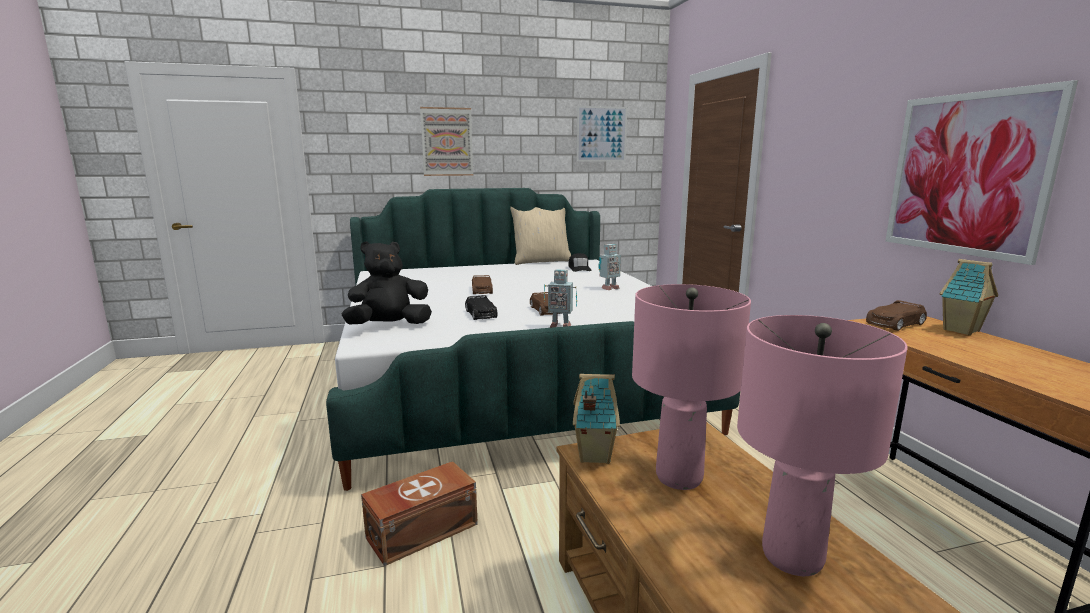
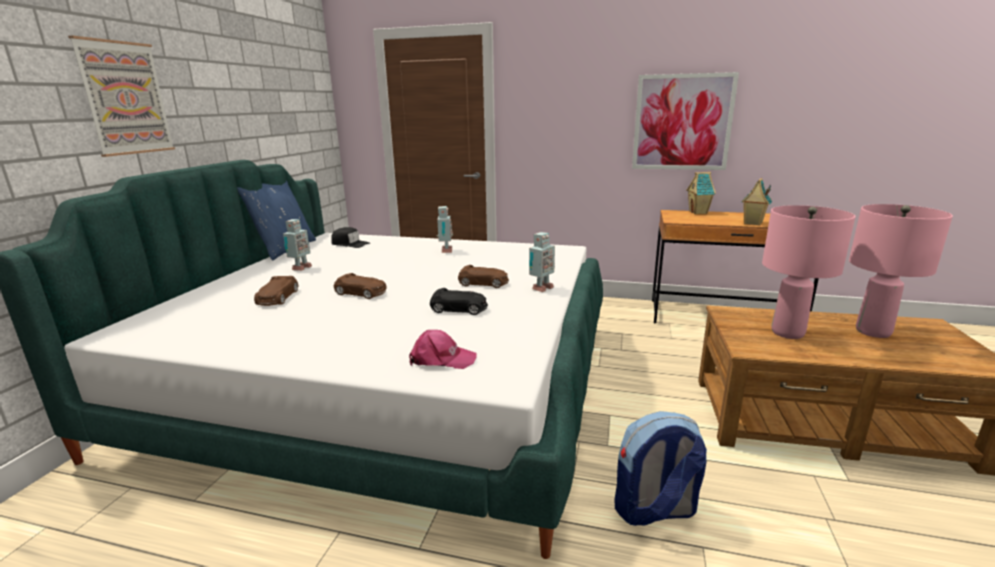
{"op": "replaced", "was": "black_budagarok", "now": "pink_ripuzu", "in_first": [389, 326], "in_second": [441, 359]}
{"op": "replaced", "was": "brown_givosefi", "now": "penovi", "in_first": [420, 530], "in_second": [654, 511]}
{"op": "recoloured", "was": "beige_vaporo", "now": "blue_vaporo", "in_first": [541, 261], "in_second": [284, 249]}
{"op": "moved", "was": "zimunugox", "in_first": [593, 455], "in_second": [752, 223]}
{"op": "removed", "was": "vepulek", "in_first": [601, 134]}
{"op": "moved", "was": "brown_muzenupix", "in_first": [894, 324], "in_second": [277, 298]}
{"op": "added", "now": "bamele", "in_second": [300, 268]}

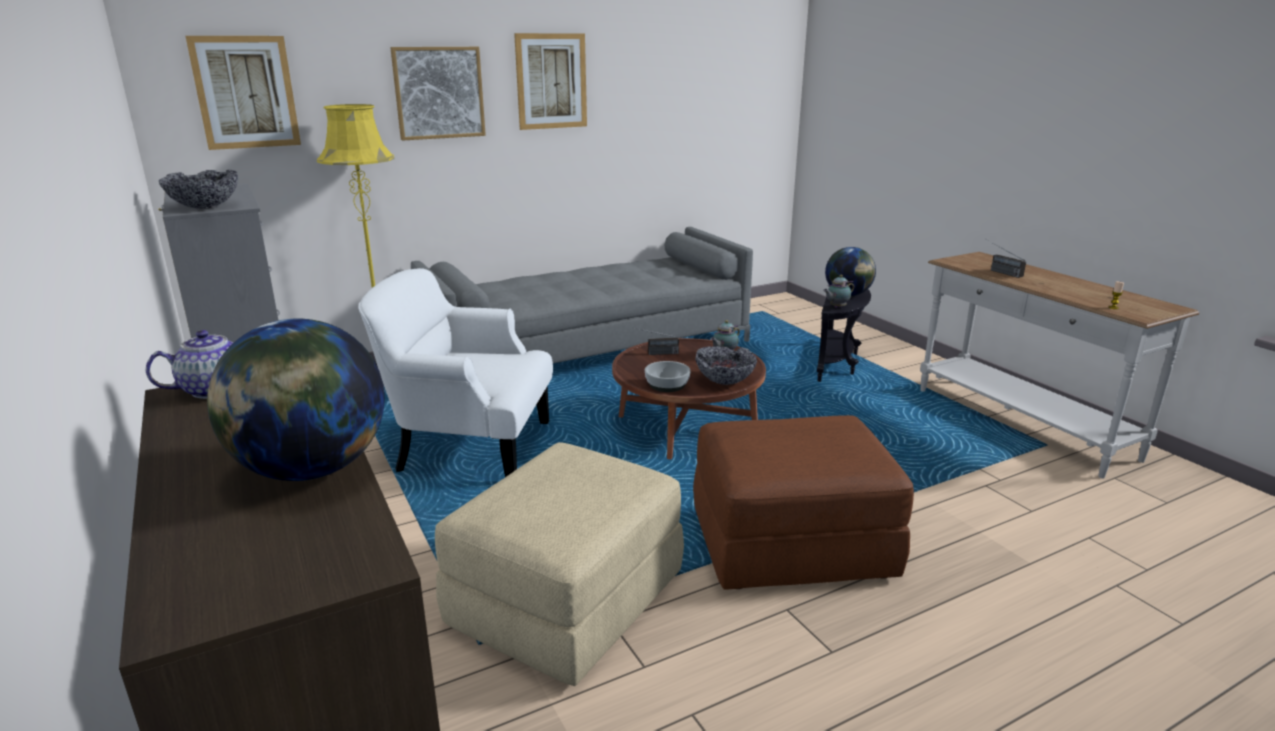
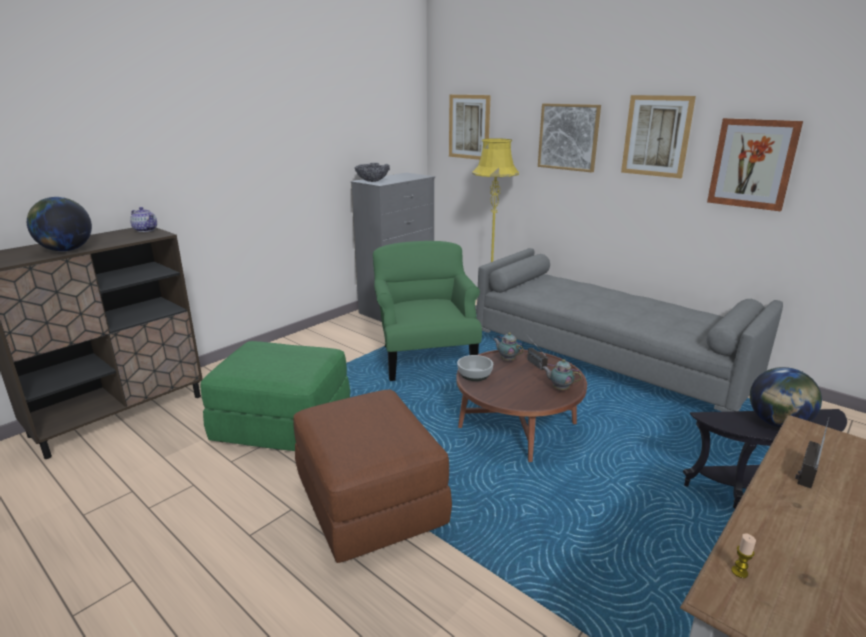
{"op": "recoloured", "was": "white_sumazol", "now": "green_sumazol", "in_first": [469, 447], "in_second": [425, 357]}
{"op": "recoloured", "was": "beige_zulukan", "now": "green_zulukan", "in_first": [567, 602], "in_second": [282, 425]}
{"op": "removed", "was": "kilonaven", "in_first": [725, 381]}
{"op": "moved", "was": "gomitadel", "in_first": [836, 307], "in_second": [507, 359]}
{"op": "added", "now": "vepulek", "in_second": [752, 164]}

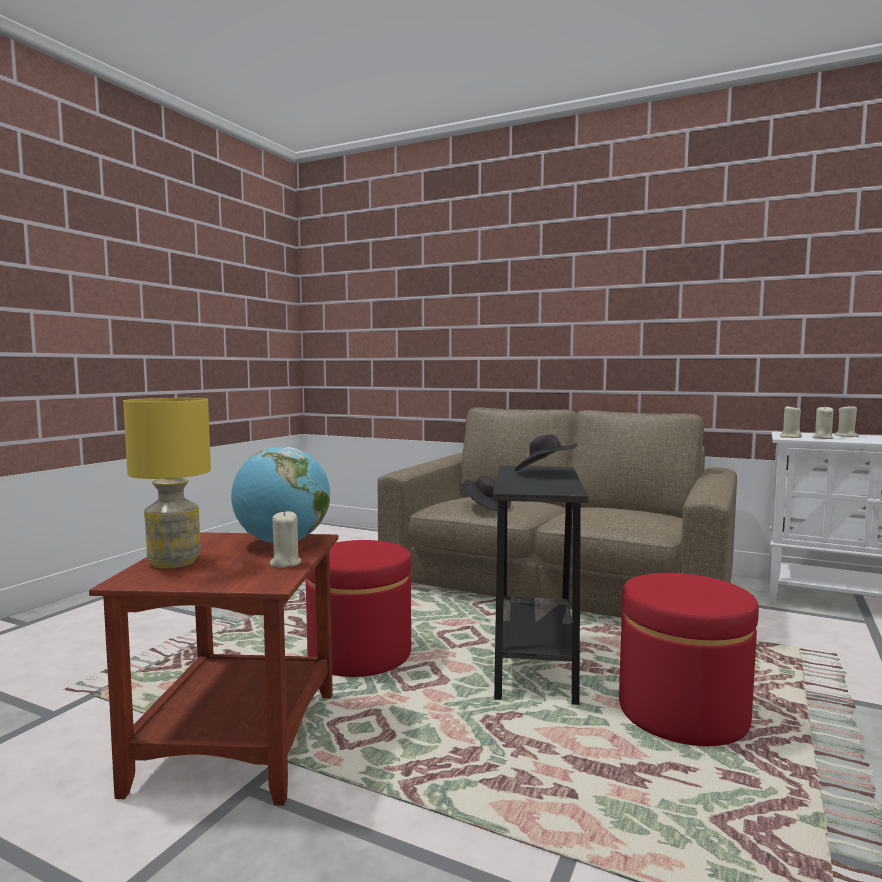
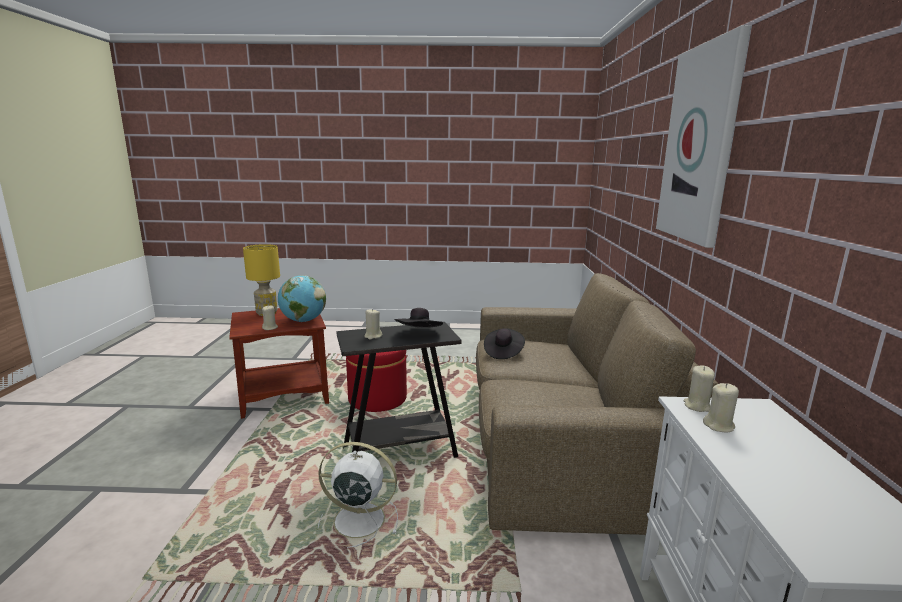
{"op": "replaced", "was": "red_zulukan", "now": "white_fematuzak", "in_first": [682, 713], "in_second": [357, 520]}
{"op": "moved", "was": "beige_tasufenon", "in_first": [846, 436], "in_second": [373, 336]}
{"op": "added", "now": "vepulek", "in_second": [700, 144]}

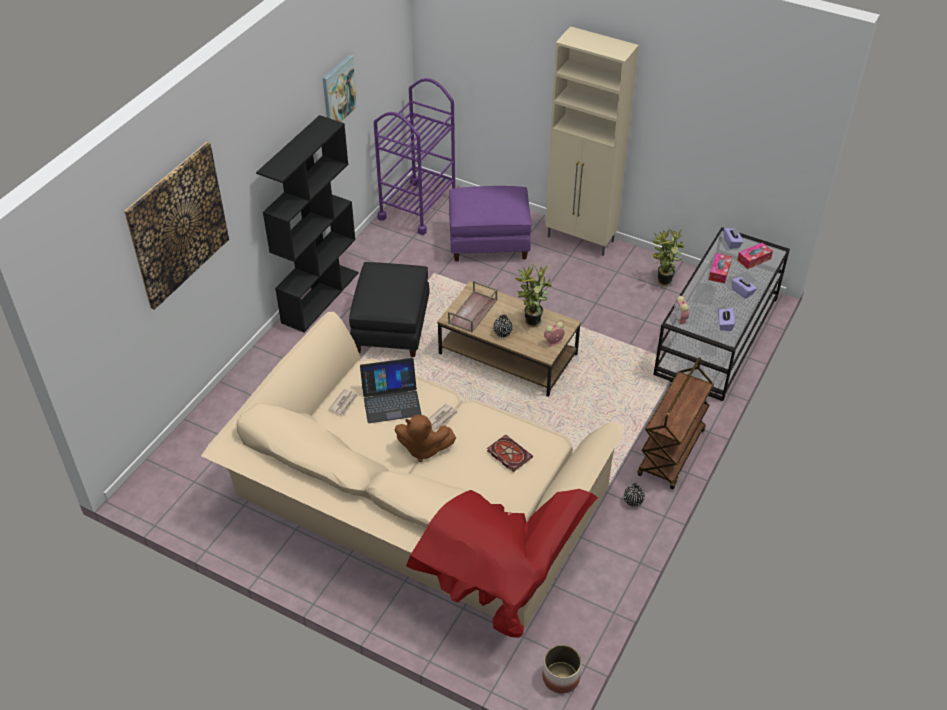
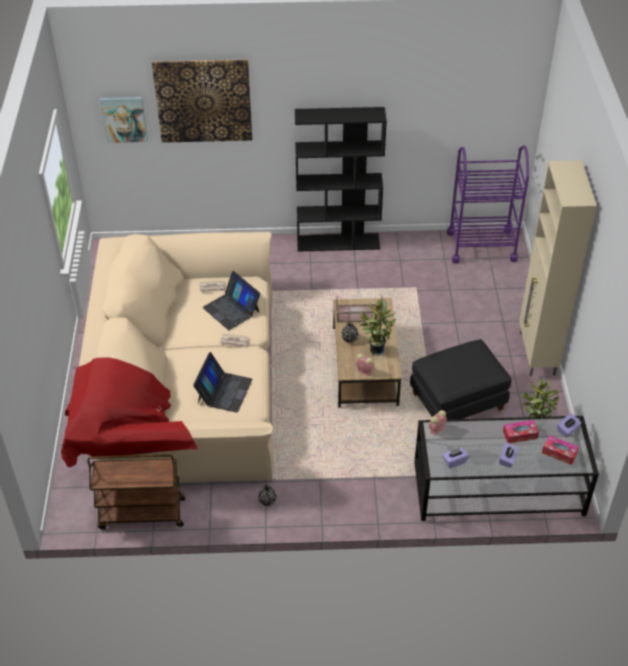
{"op": "moved", "was": "vepulek", "in_first": [338, 92], "in_second": [124, 119]}
{"op": "moved", "was": "black_zulukan", "in_first": [392, 328], "in_second": [457, 402]}
{"op": "removed", "was": "brown_budagarok", "in_first": [423, 449]}
{"op": "removed", "was": "purple_zulukan", "in_first": [489, 241]}
{"op": "replaced", "was": "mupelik", "now": "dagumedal", "in_first": [508, 454], "in_second": [224, 391]}
{"op": "removed", "was": "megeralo", "in_first": [560, 677]}
{"op": "moved", "was": "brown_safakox", "in_first": [671, 453], "in_second": [141, 514]}

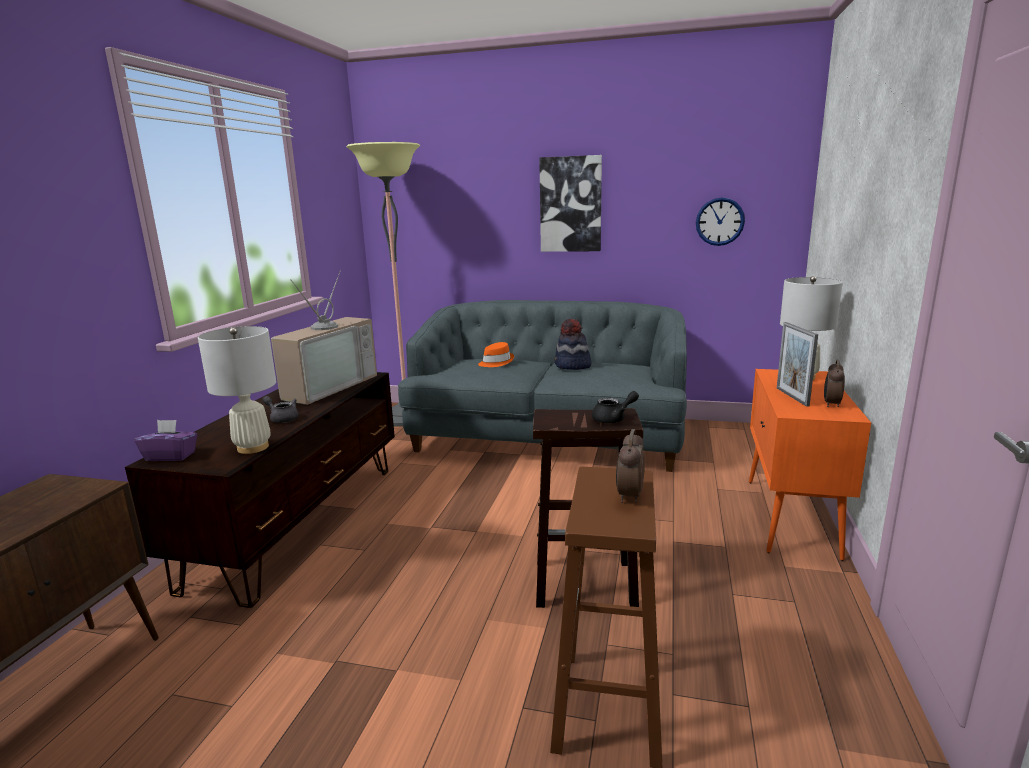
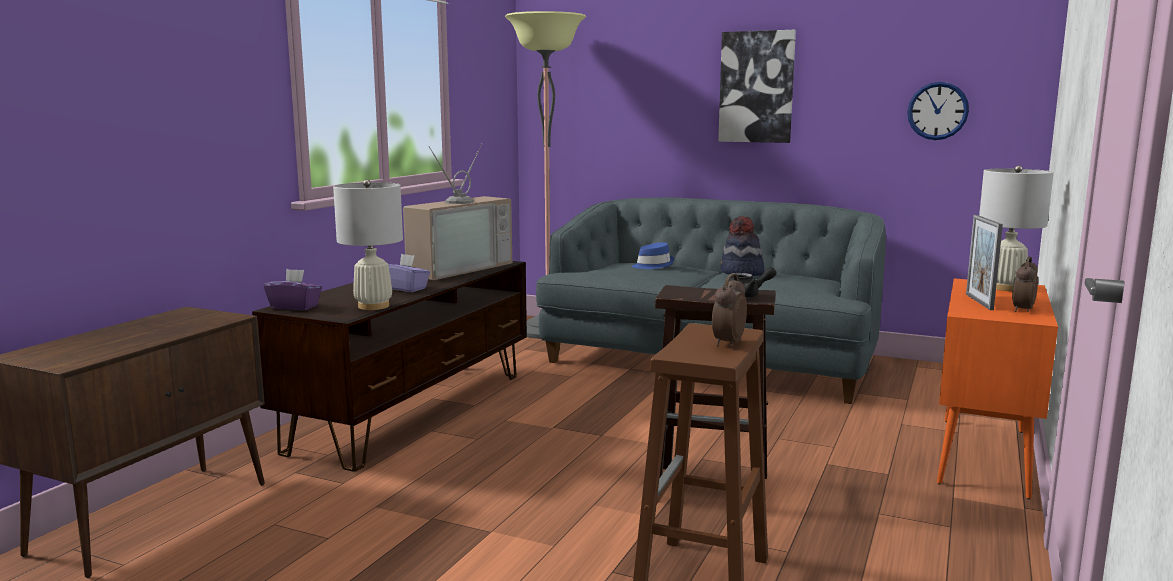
{"op": "replaced", "was": "grey_gomitadel", "now": "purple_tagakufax", "in_first": [282, 418], "in_second": [406, 288]}
{"op": "recoloured", "was": "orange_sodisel", "now": "blue_sodisel", "in_first": [496, 362], "in_second": [652, 265]}

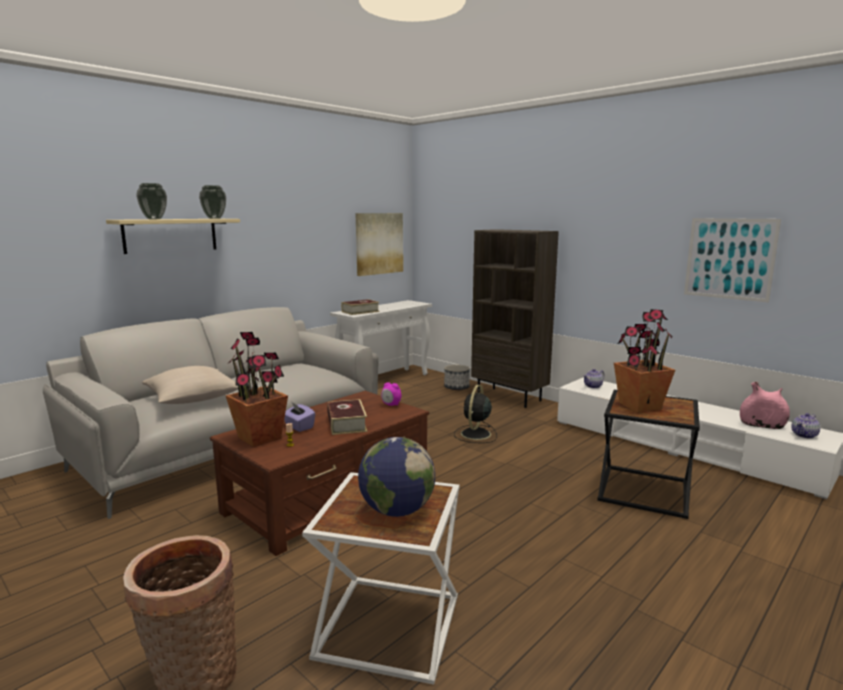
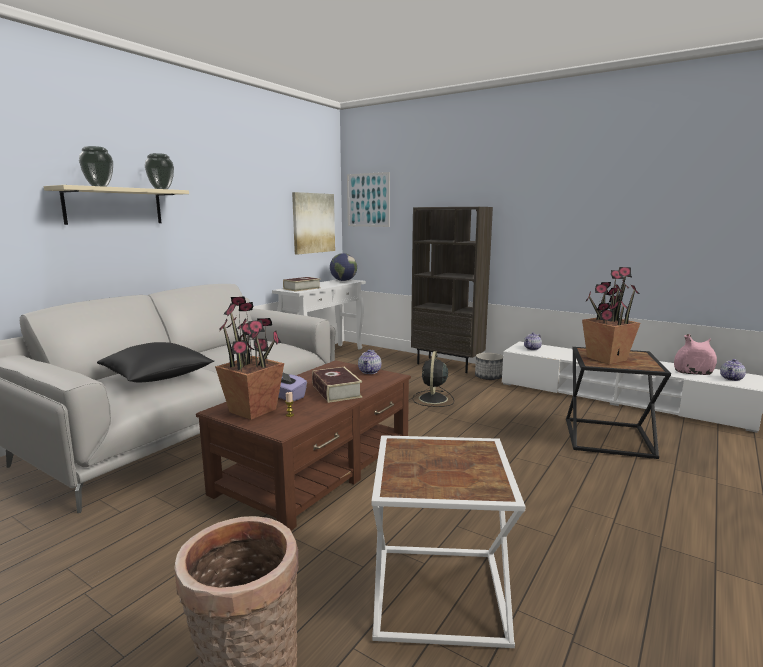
{"op": "recoloured", "was": "beige_vaporo", "now": "black_vaporo", "in_first": [192, 398], "in_second": [157, 376]}
{"op": "moved", "was": "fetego", "in_first": [397, 511], "in_second": [343, 280]}
{"op": "replaced", "was": "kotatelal", "now": "gomitadel", "in_first": [391, 405], "in_second": [370, 371]}
{"op": "moved", "was": "megeralo", "in_first": [456, 387], "in_second": [488, 377]}
{"op": "moved", "was": "vepulek", "in_first": [729, 258], "in_second": [368, 200]}

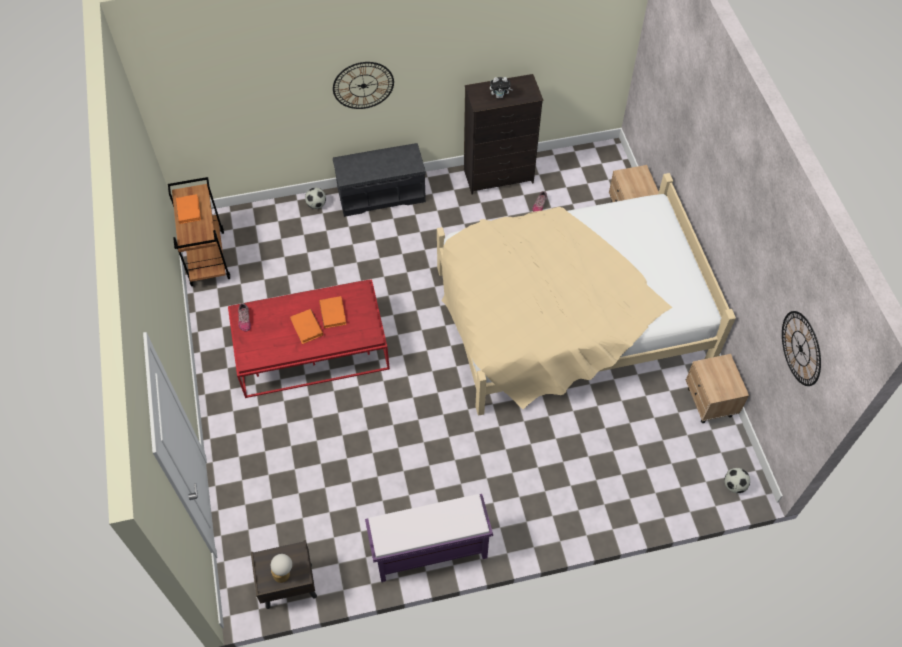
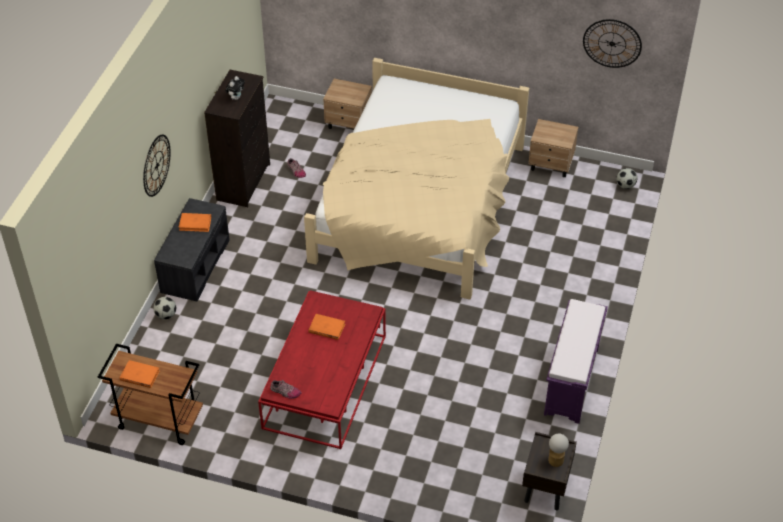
{"op": "moved", "was": "orange_mupelik", "in_first": [307, 327], "in_second": [195, 223]}

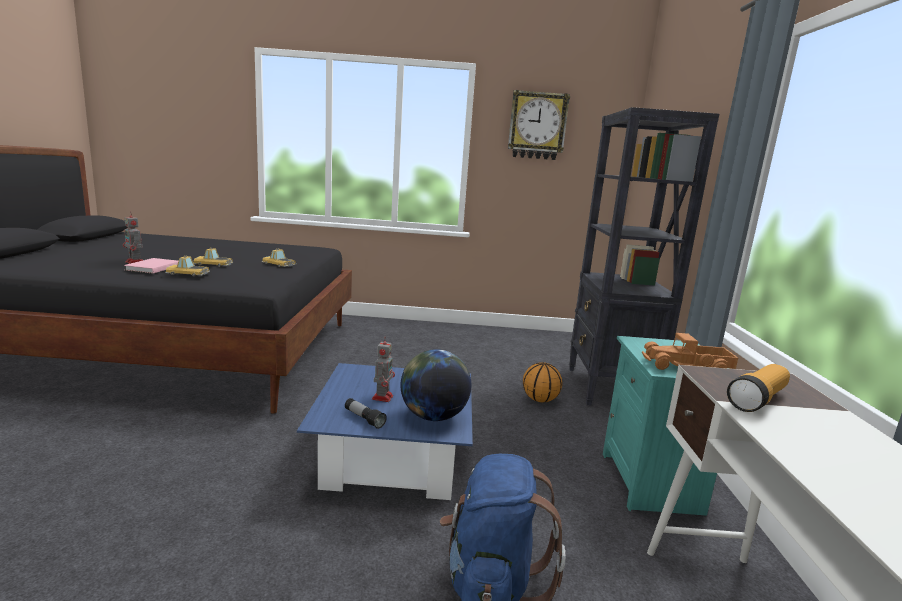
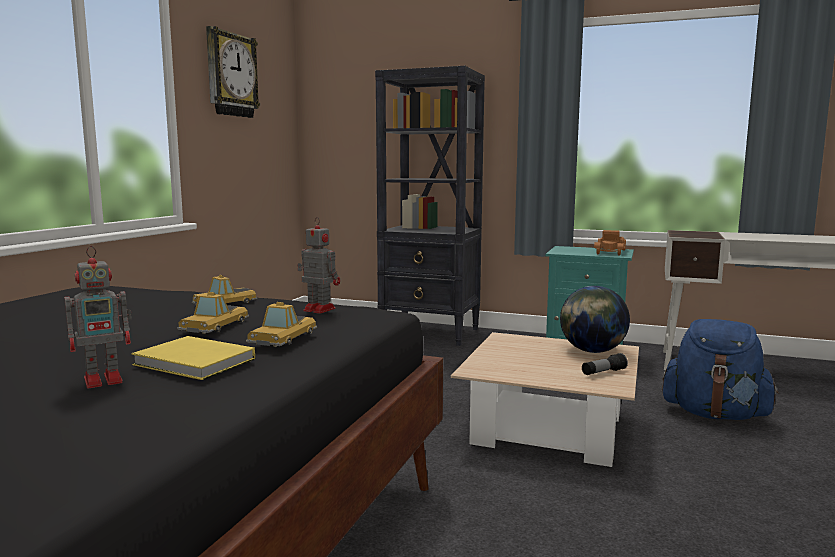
{"op": "recoloured", "was": "pink_mupelik", "now": "yellow_mupelik", "in_first": [151, 268], "in_second": [195, 363]}
{"op": "recoloured", "was": "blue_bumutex", "now": "beige_bumutex", "in_first": [393, 458], "in_second": [548, 428]}
{"op": "moved", "was": "bamele", "in_first": [383, 397], "in_second": [318, 309]}
{"op": "removed", "was": "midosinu", "in_first": [540, 400]}
{"op": "removed", "was": "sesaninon", "in_first": [757, 400]}

